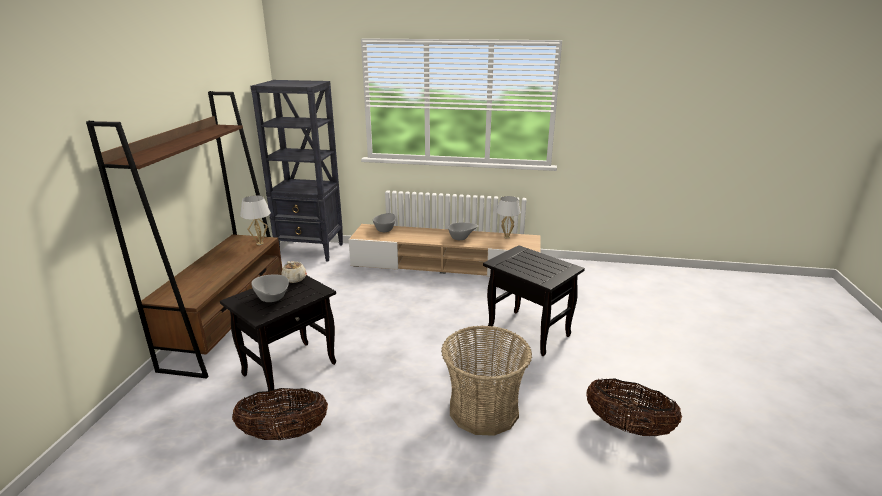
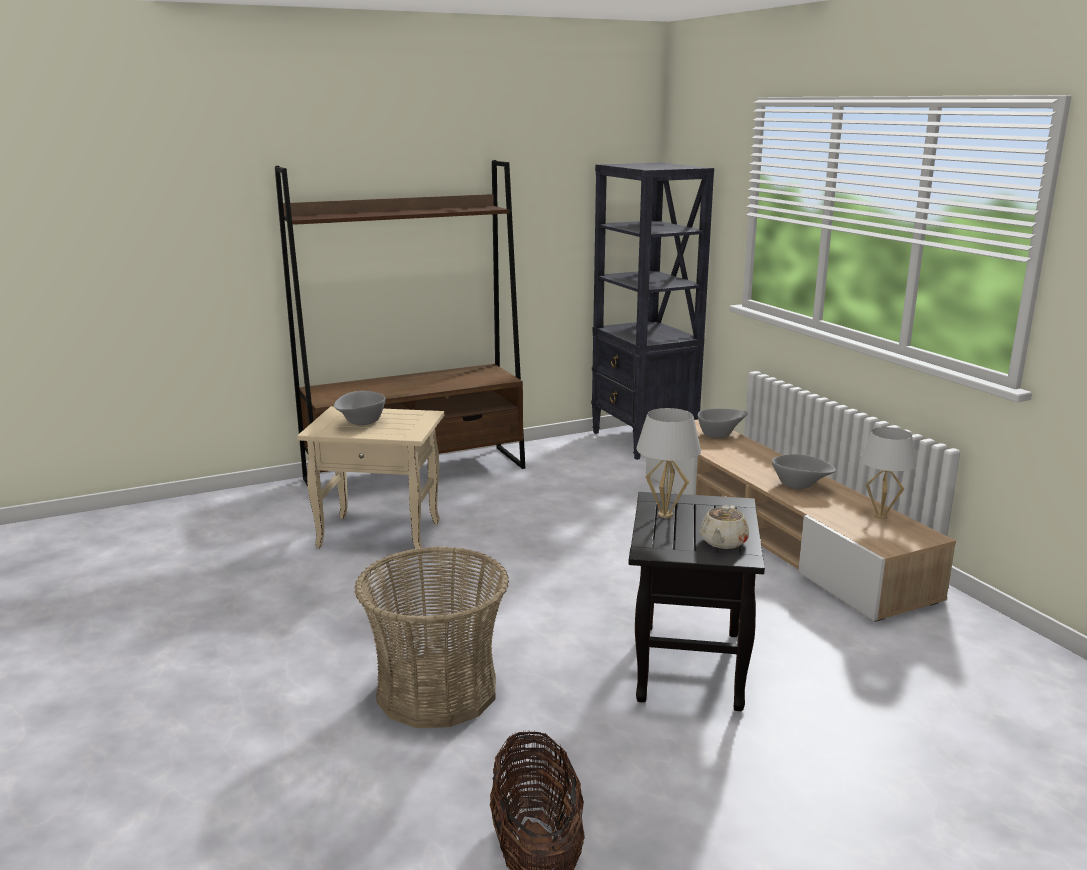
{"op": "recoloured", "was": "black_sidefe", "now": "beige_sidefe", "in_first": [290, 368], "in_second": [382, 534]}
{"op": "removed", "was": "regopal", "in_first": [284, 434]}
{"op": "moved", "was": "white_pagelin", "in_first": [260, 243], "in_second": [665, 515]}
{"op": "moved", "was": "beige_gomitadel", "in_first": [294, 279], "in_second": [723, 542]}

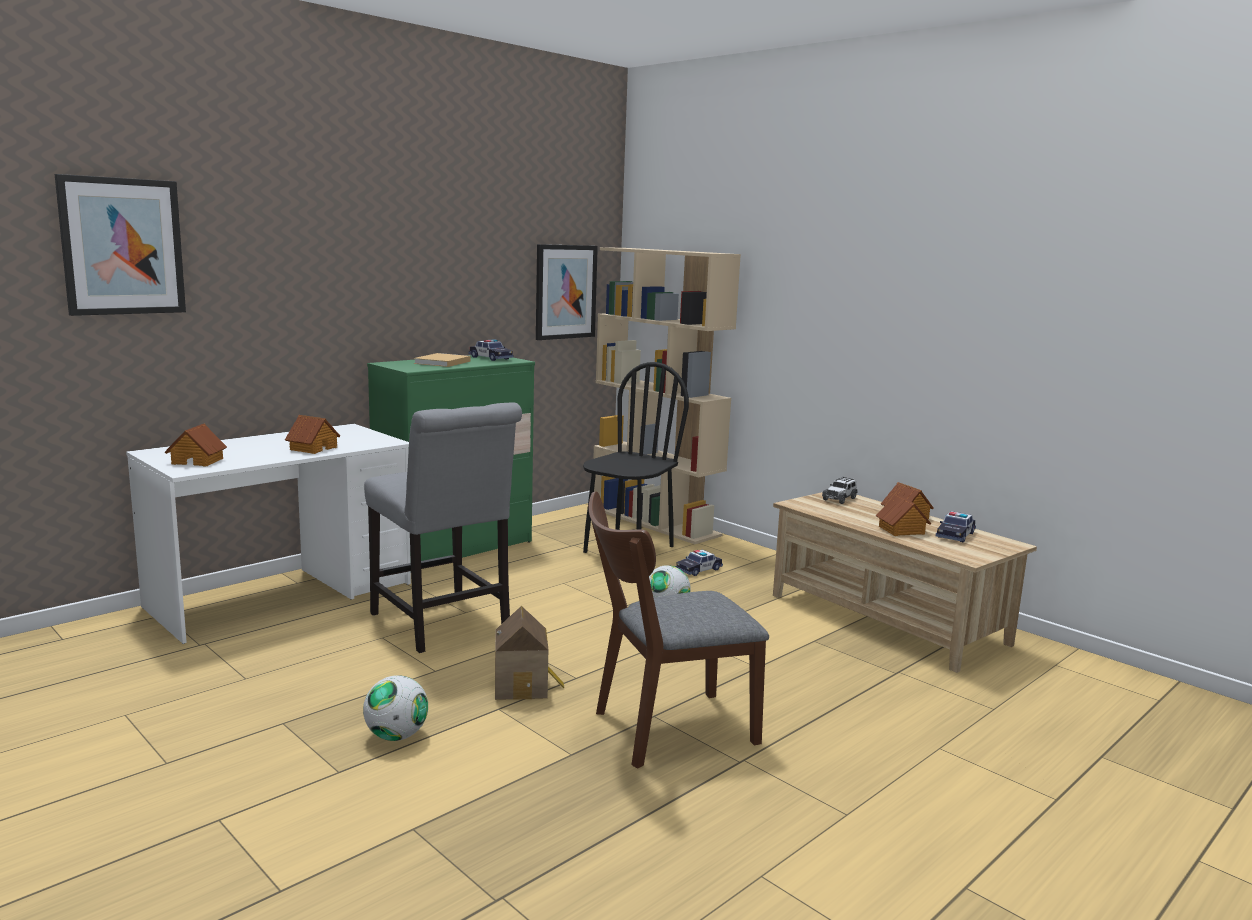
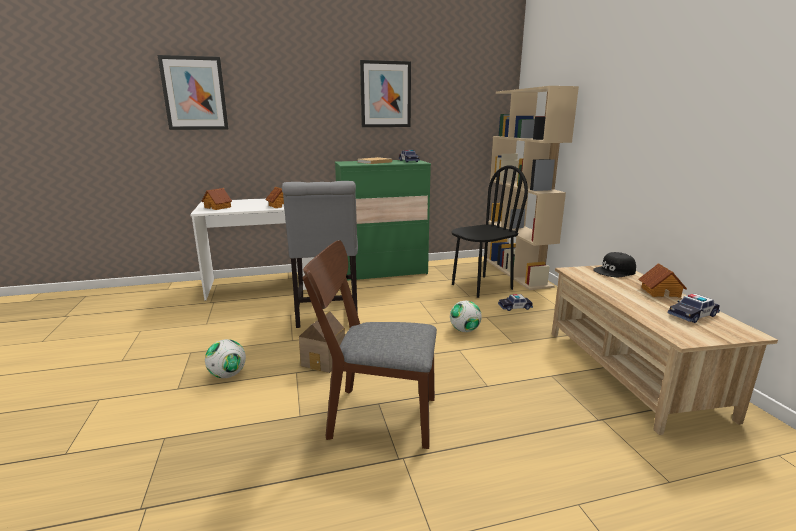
{"op": "moved", "was": "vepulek", "in_first": [565, 292], "in_second": [385, 94]}
{"op": "replaced", "was": "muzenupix", "now": "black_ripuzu", "in_first": [839, 499], "in_second": [614, 271]}
{"op": "removed", "was": "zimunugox", "in_first": [901, 530]}

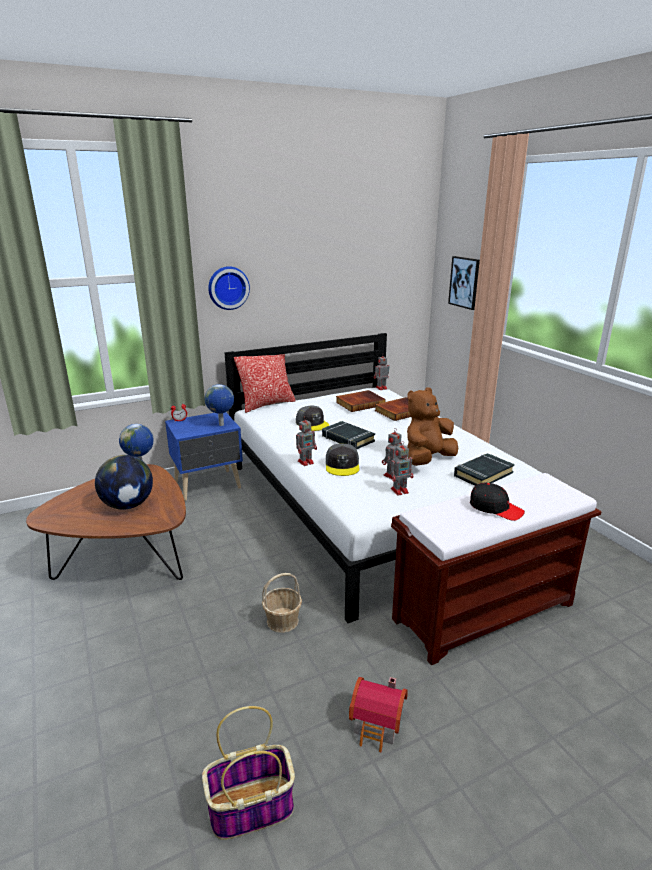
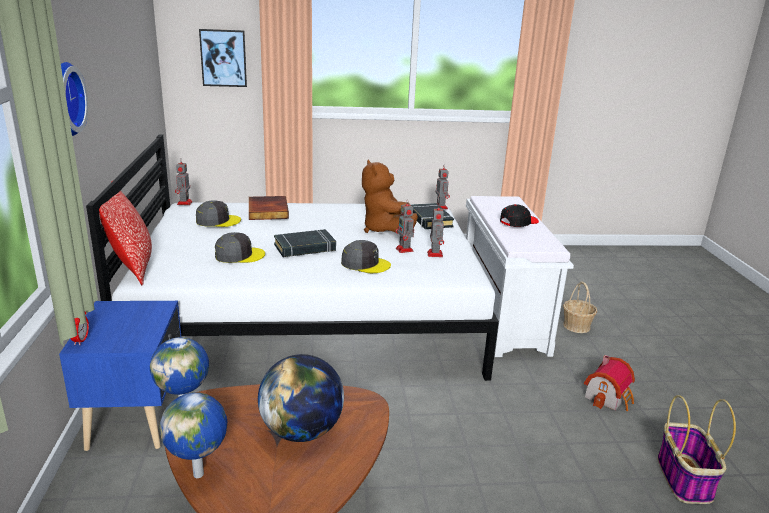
{"op": "moved", "was": "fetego", "in_first": [221, 425], "in_second": [200, 474]}
{"op": "moved", "was": "regopal", "in_first": [283, 621], "in_second": [576, 326]}
{"op": "moved", "was": "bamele", "in_first": [306, 462], "in_second": [440, 207]}
{"op": "replaced", "was": "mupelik", "now": "grey_ripuzu", "in_first": [360, 403], "in_second": [217, 220]}
{"op": "recoloured", "was": "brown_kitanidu", "now": "white_kitanidu", "in_first": [484, 611], "in_second": [501, 316]}

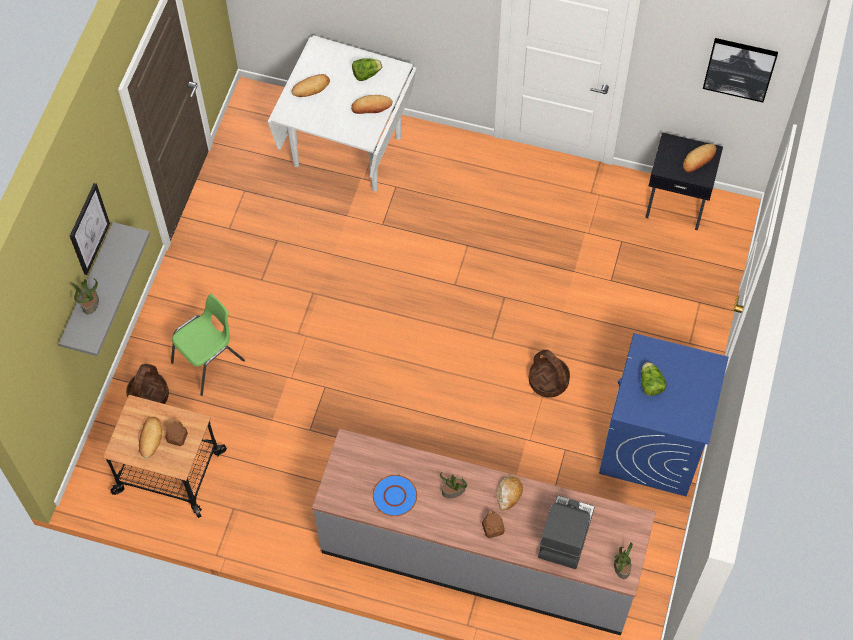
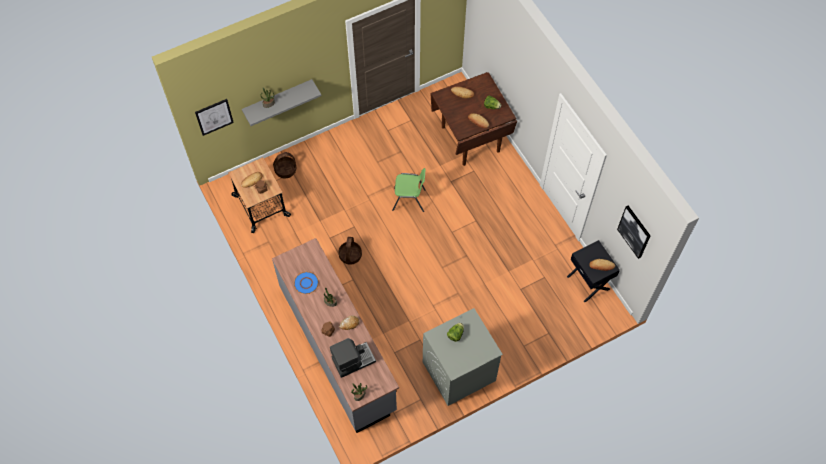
{"op": "moved", "was": "vepulek", "in_first": [88, 229], "in_second": [214, 116]}
{"op": "moved", "was": "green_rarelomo", "in_first": [209, 362], "in_second": [409, 200]}
{"op": "recoloured", "was": "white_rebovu", "now": "brown_rebovu", "in_first": [347, 152], "in_second": [470, 139]}
{"op": "moved", "was": "regopal", "in_first": [548, 381], "in_second": [350, 255]}
{"op": "recoloured", "was": "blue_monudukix", "now": "grey_monudukix", "in_first": [652, 444], "in_second": [458, 371]}

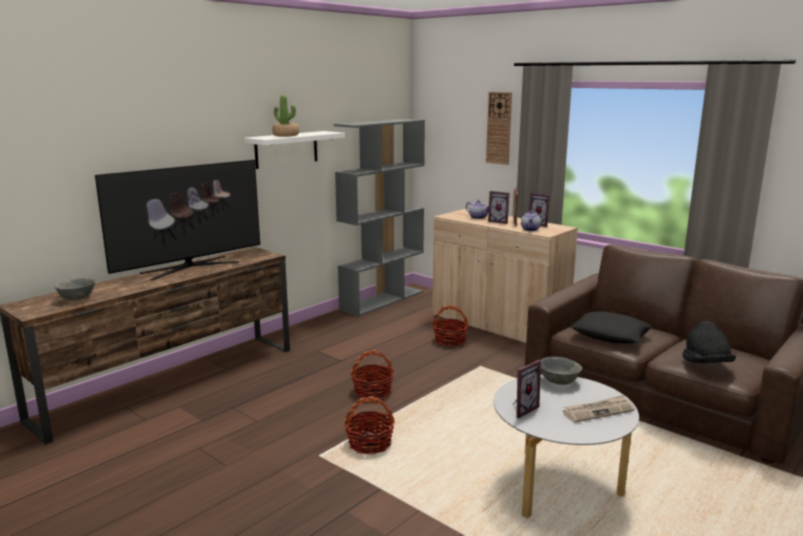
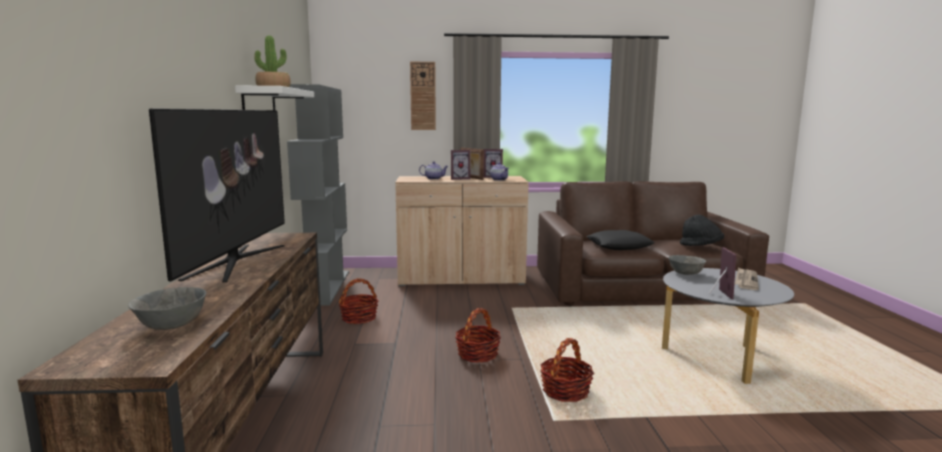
{"op": "moved", "was": "regopal", "in_first": [450, 340], "in_second": [359, 318]}

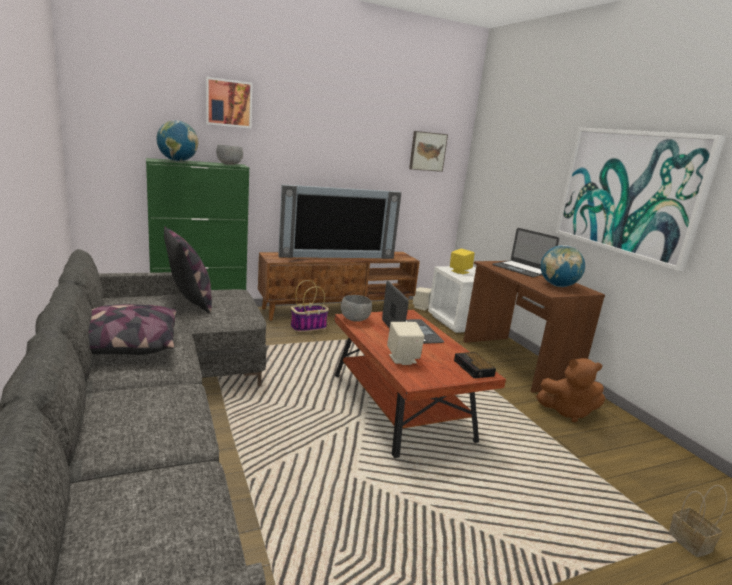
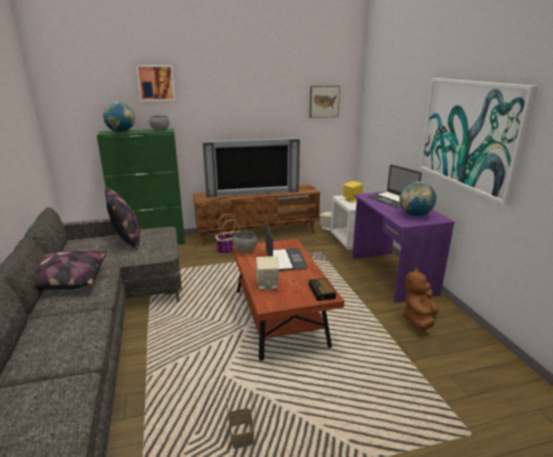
{"op": "recoloured", "was": "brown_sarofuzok", "now": "purple_sarofuzok", "in_first": [516, 362], "in_second": [391, 275]}
{"op": "turned", "was": "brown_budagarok", "in_first": [568, 412], "in_second": [419, 320], "clockwise": 105}
{"op": "moved", "was": "regopal", "in_first": [691, 543], "in_second": [242, 437]}

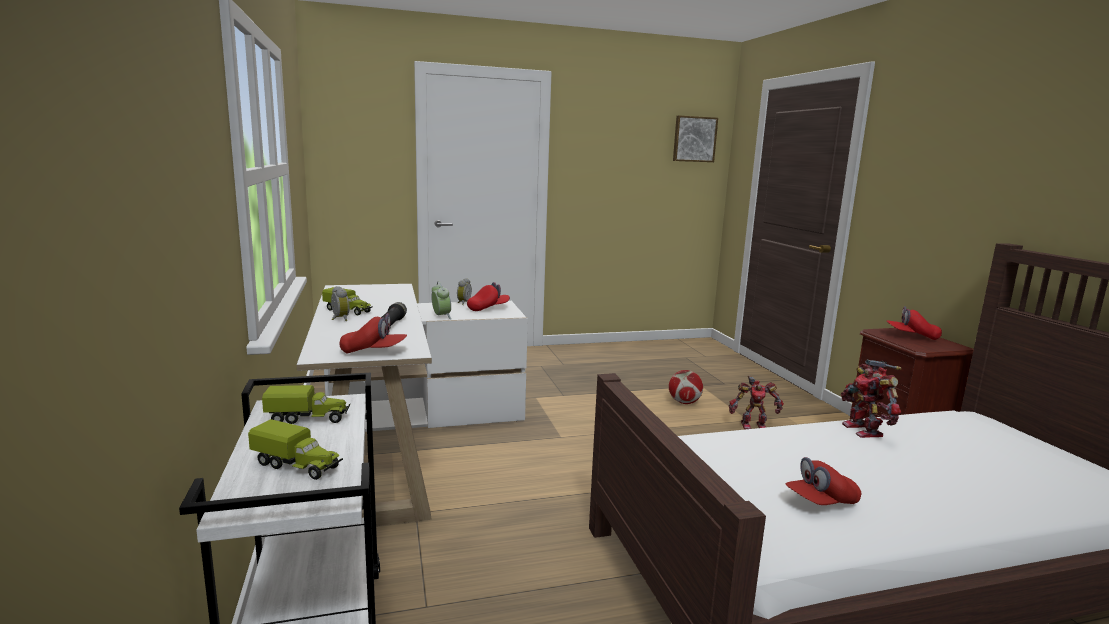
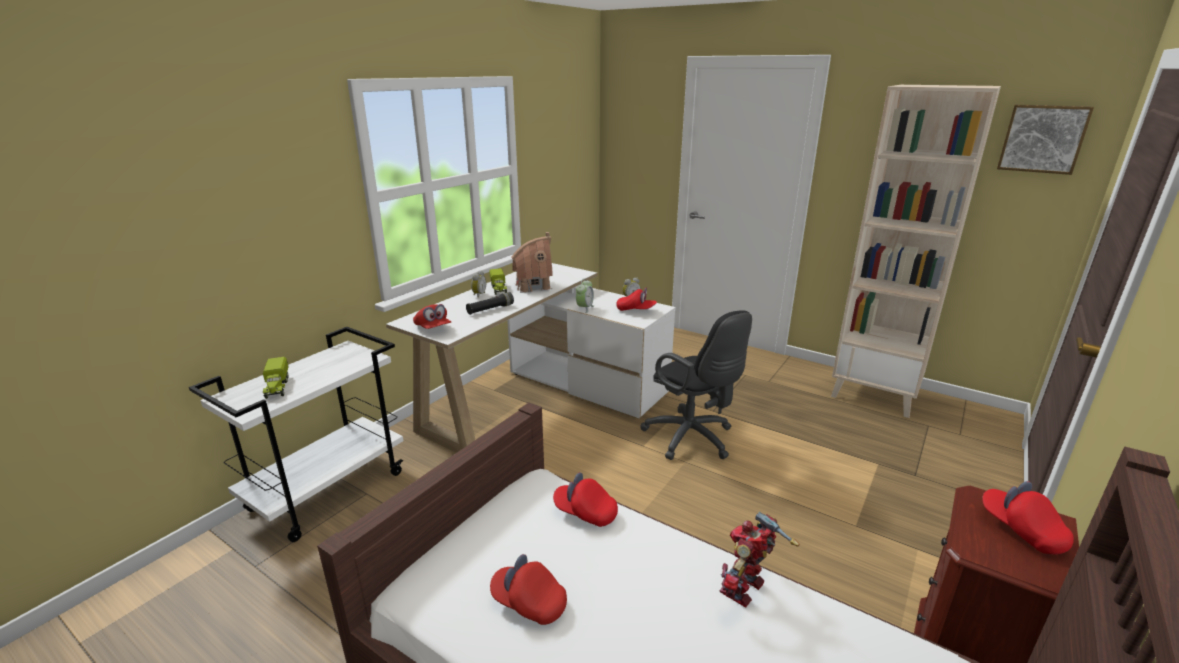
{"op": "removed", "was": "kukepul", "in_first": [308, 418]}
{"op": "removed", "was": "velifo", "in_first": [684, 402]}
{"op": "removed", "was": "bamele", "in_first": [752, 425]}
{"op": "added", "now": "zimunugox", "in_second": [533, 286]}
{"op": "added", "now": "red_ripuzu", "in_second": [585, 512]}
{"op": "added", "now": "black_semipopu", "in_second": [692, 439]}
{"op": "added", "now": "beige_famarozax", "in_second": [875, 394]}

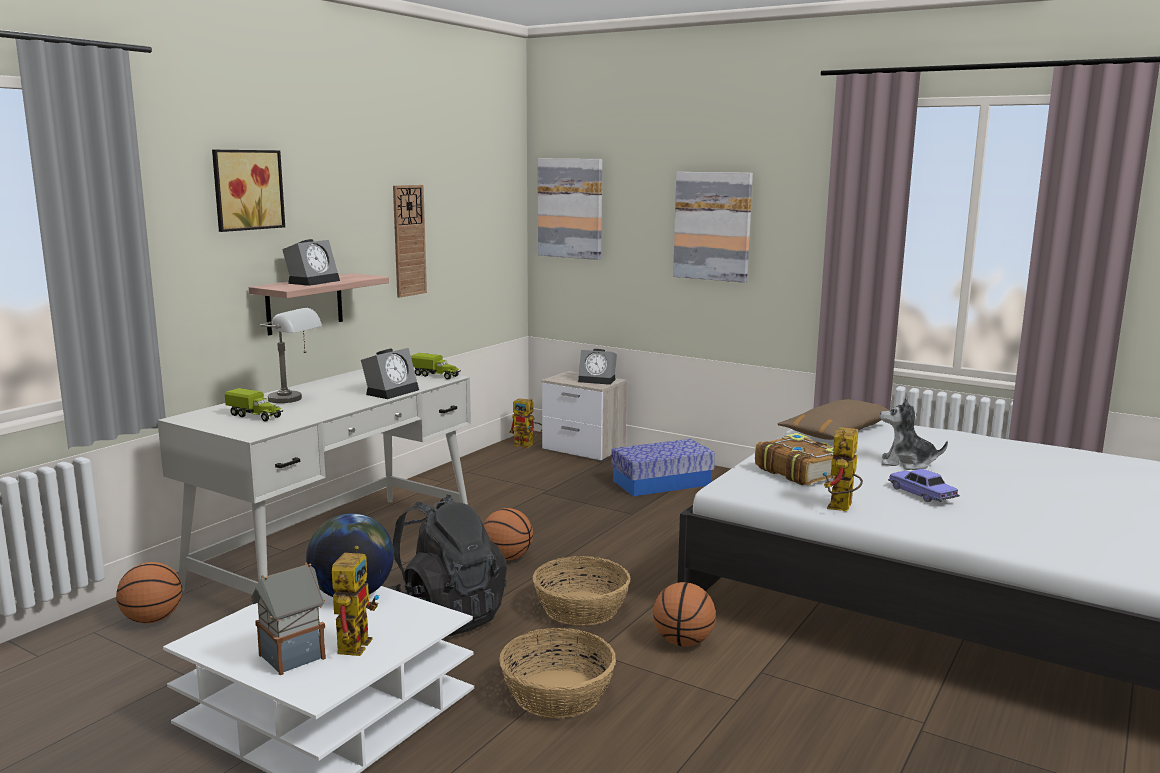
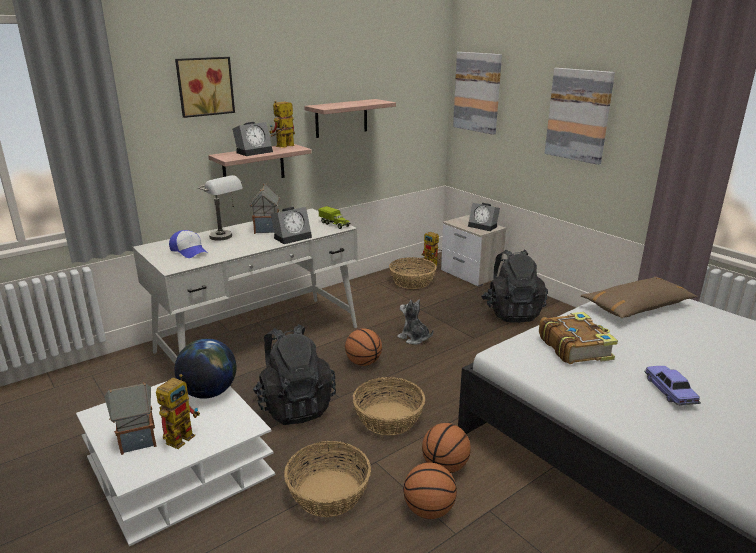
{"op": "moved", "was": "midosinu", "in_first": [153, 619], "in_second": [429, 510]}
{"op": "replaced", "was": "kukepul", "now": "ripuzu", "in_first": [255, 416], "in_second": [189, 251]}
{"op": "replaced", "was": "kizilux", "now": "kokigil", "in_first": [409, 240], "in_second": [341, 118]}
{"op": "replaced", "was": "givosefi", "now": "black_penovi", "in_first": [662, 483], "in_second": [512, 312]}
{"op": "moved", "was": "bamele", "in_first": [841, 508], "in_second": [283, 147]}
{"op": "moved", "was": "budagarok", "in_first": [907, 463], "in_second": [414, 338]}
{"op": "added", "now": "zimunugox", "in_second": [267, 229]}
{"op": "added", "now": "regopal", "in_second": [412, 281]}

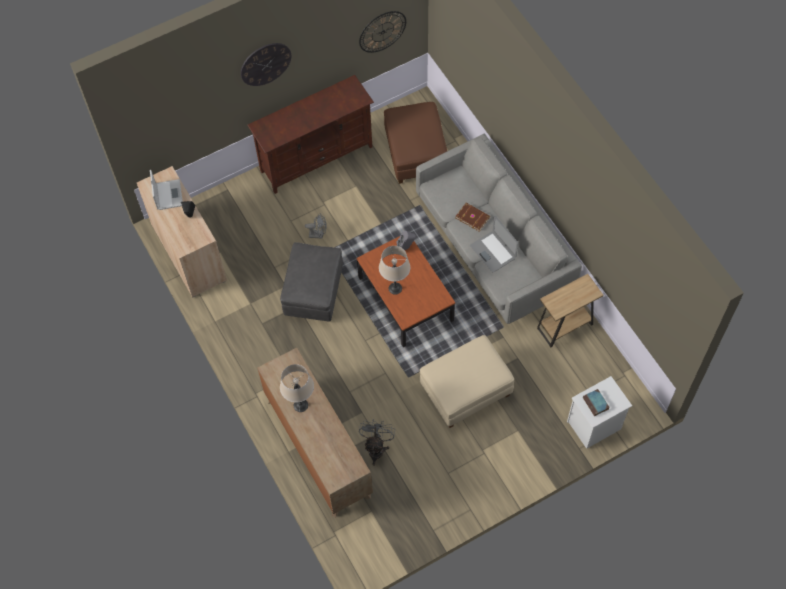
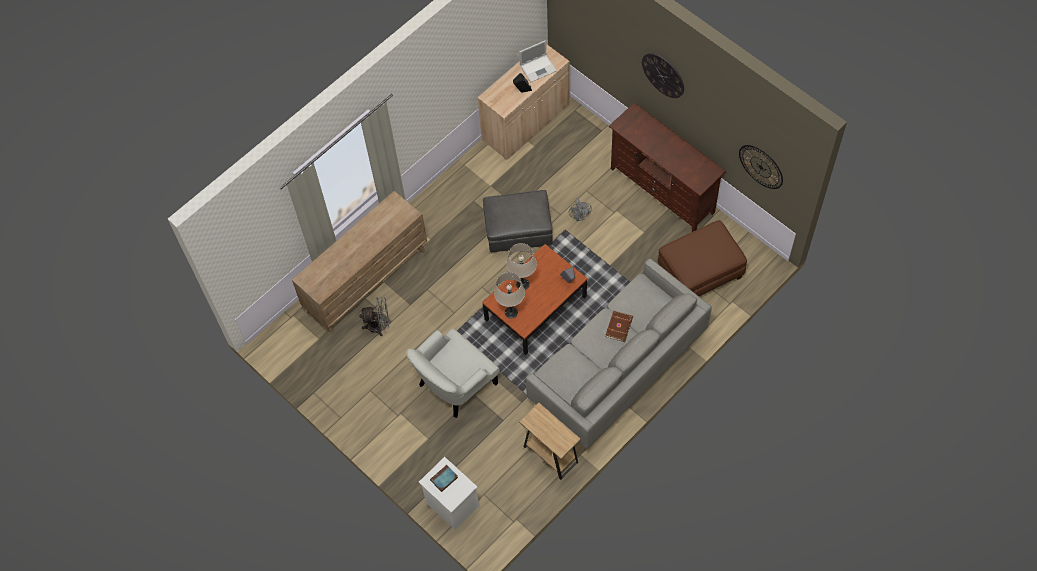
{"op": "moved", "was": "beige_pagelin", "in_first": [300, 405], "in_second": [511, 312]}
{"op": "replaced", "was": "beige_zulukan", "now": "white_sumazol", "in_first": [466, 391], "in_second": [455, 384]}
{"op": "removed", "was": "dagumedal", "in_first": [493, 251]}

